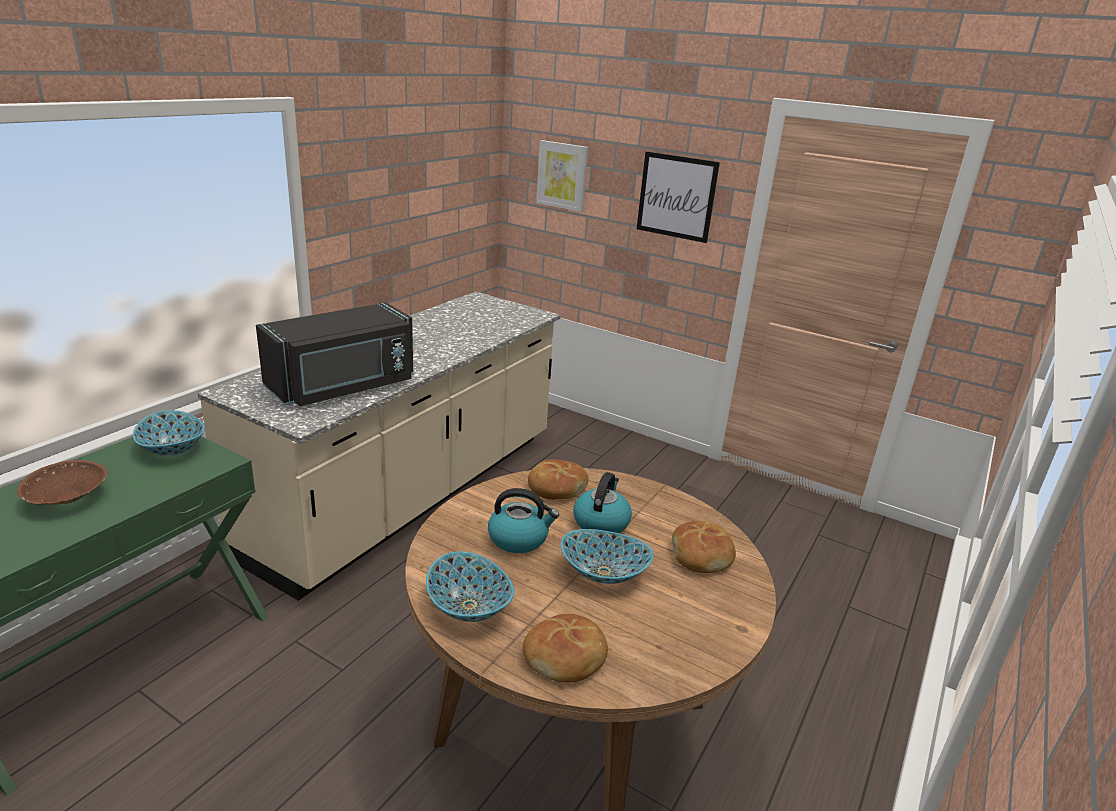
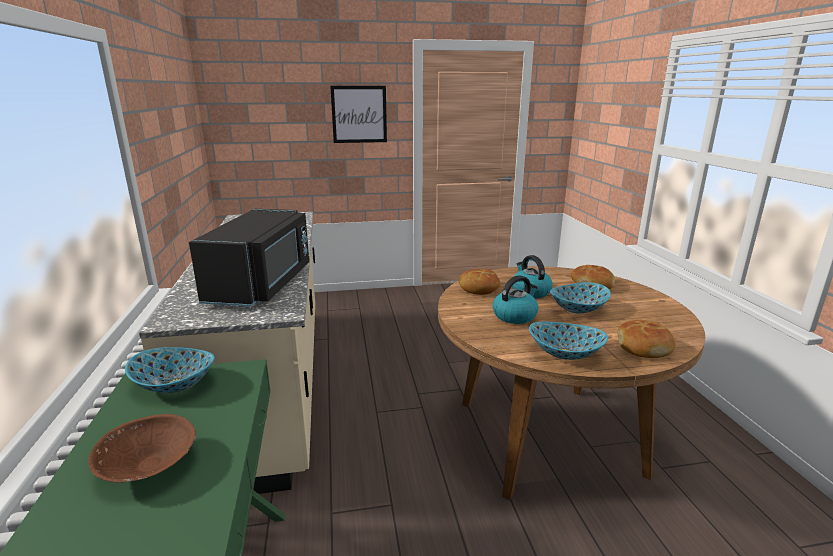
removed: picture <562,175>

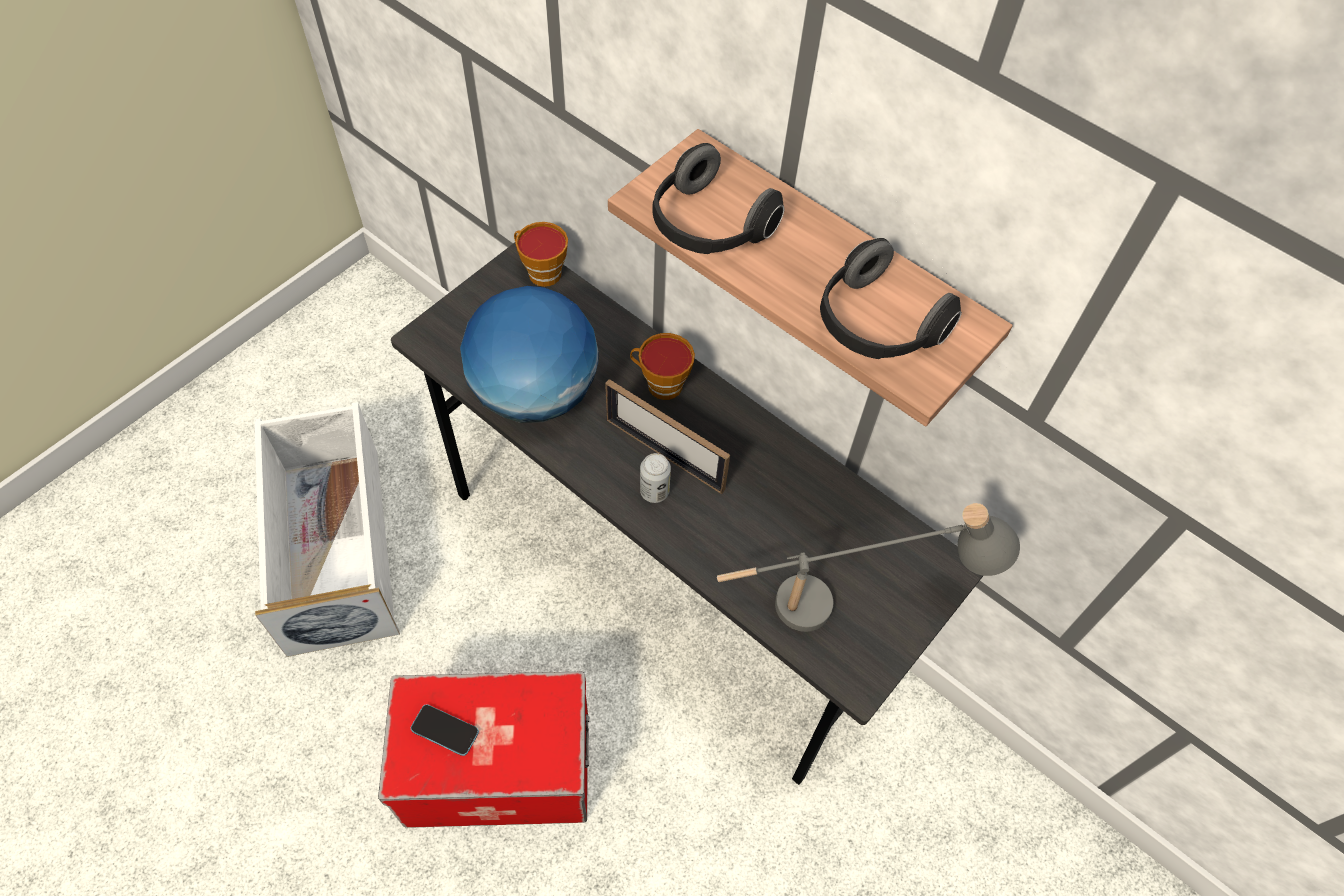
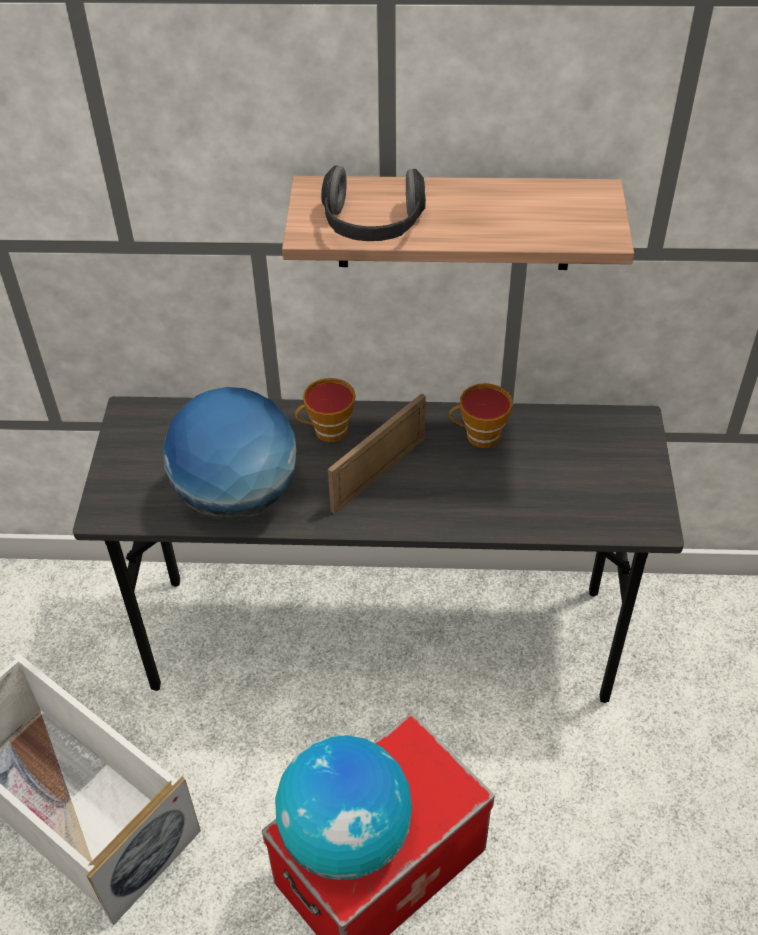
removed: can <654,491>; greyish lamp for a table <846,604>; headphones <875,325>
moved: drinking cup <541,272> to <478,436>
replaced: phone <445,730> to desk globe <346,835>
turned: photo frame <664,454> = <378,474> 135 degrees clockwise

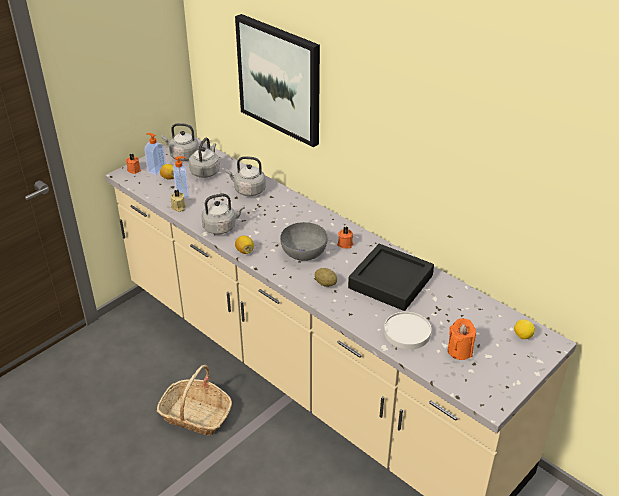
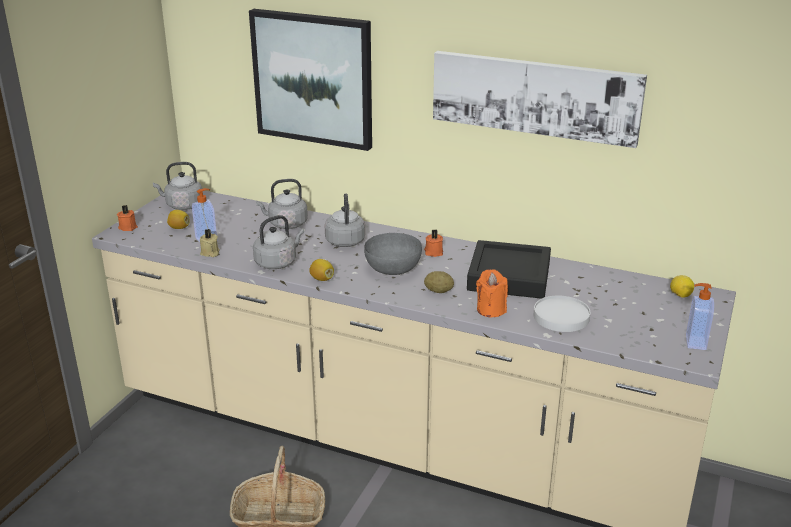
added: picture <535,96>
moved: liquid soap bottle <156,170> to <694,342>; greyish tea kettle <206,171> to <345,240>; orangey candle <460,351> to <491,310>

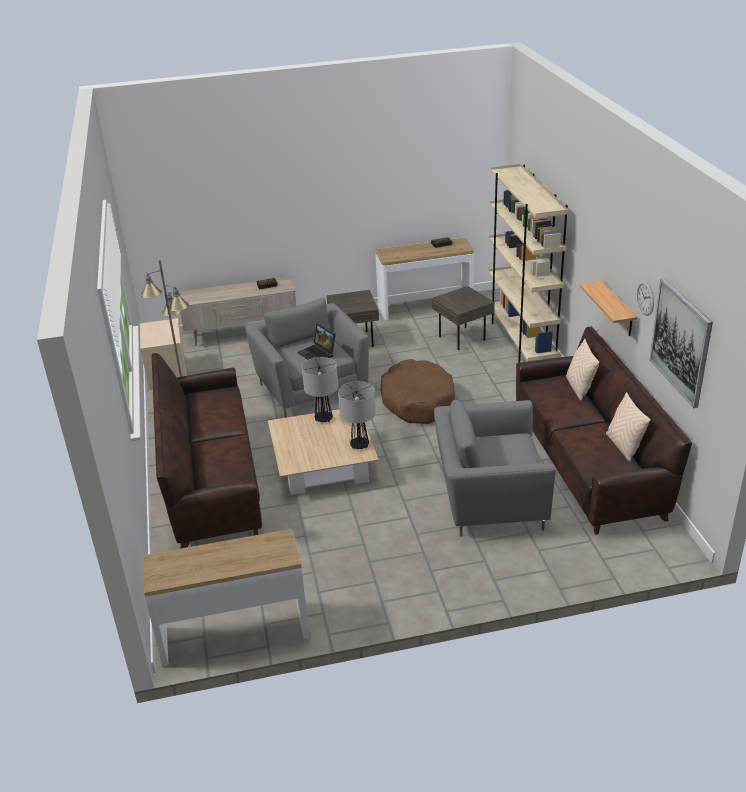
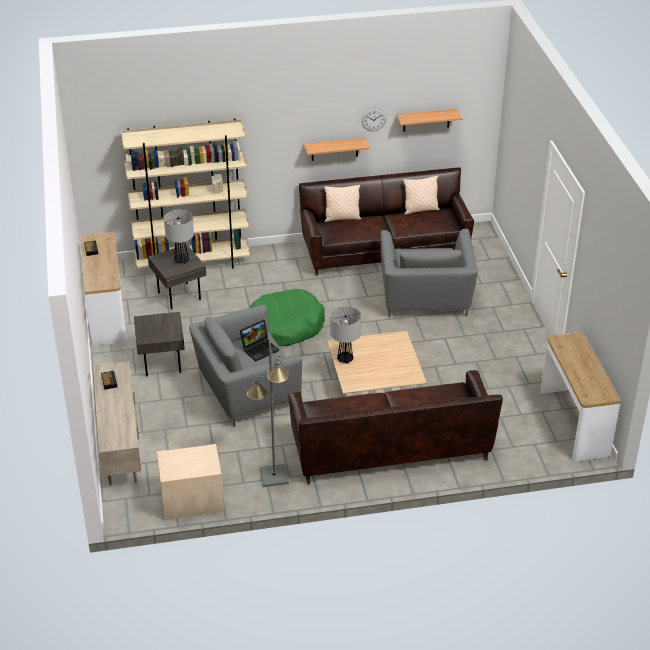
moved: lamp for a table <360,445> to <181,260>
replaced: picture <681,342> to shelf <426,120>
recoloured: brown-coloured pet bed <418,401> to green pet bed <284,327>

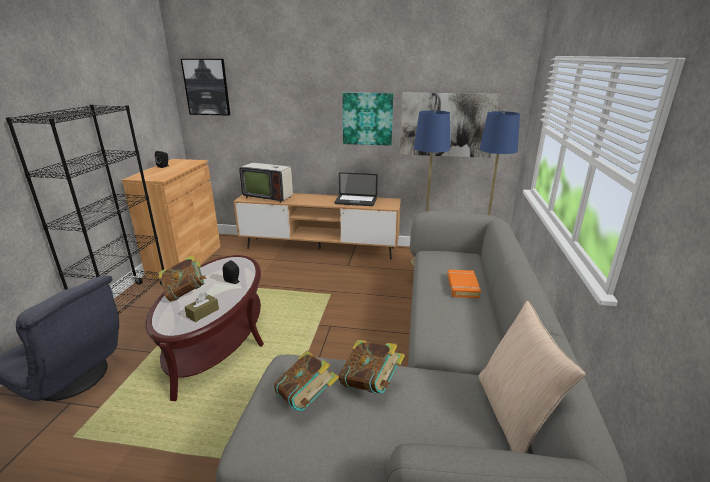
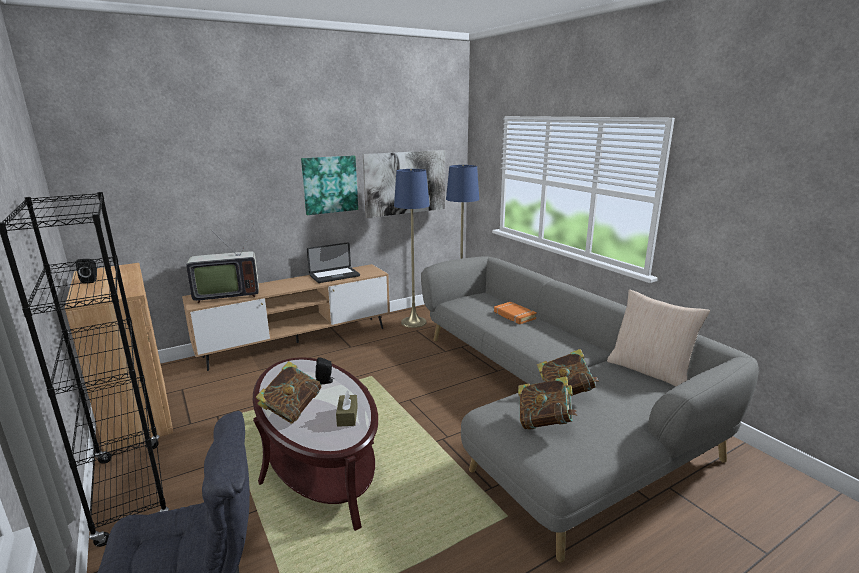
removed: picture <207,87>

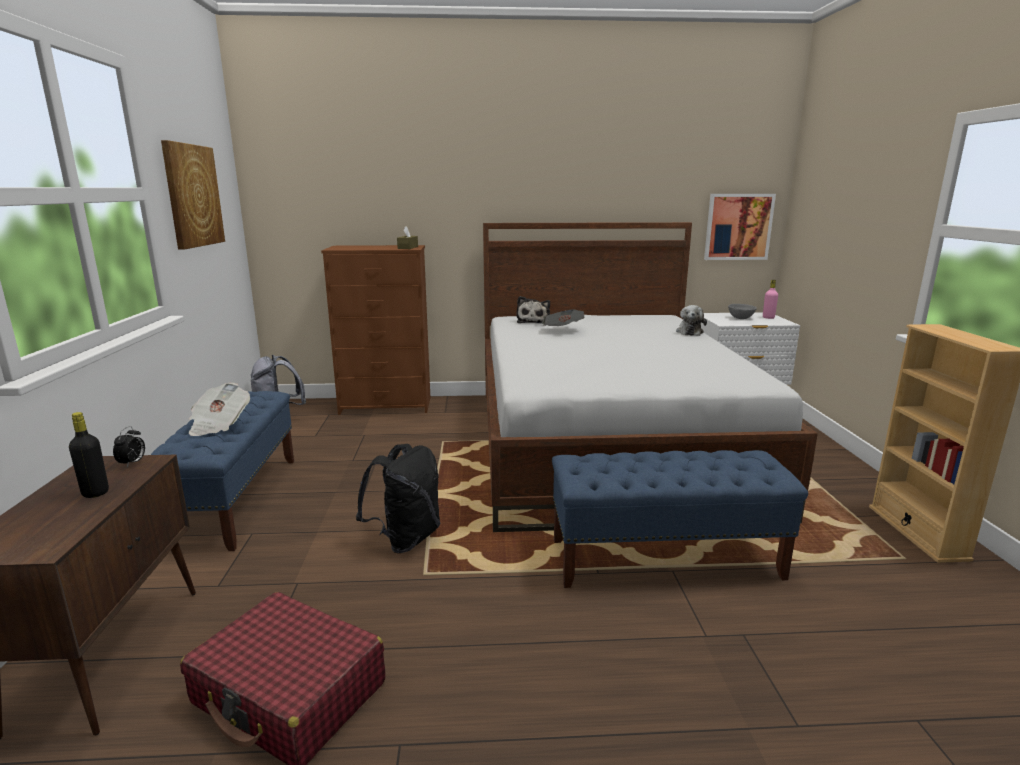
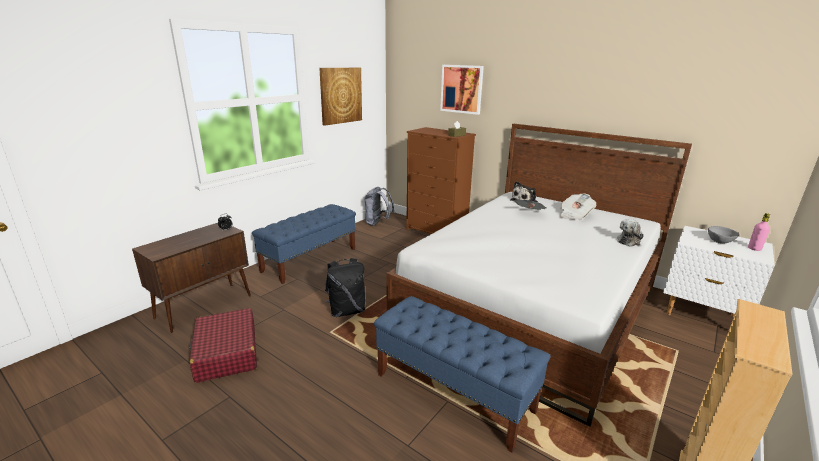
removed: black-coloured beverage bottle <95,493>
moved: daily paper <219,425> to <574,215>; picture <738,227> to <461,89>

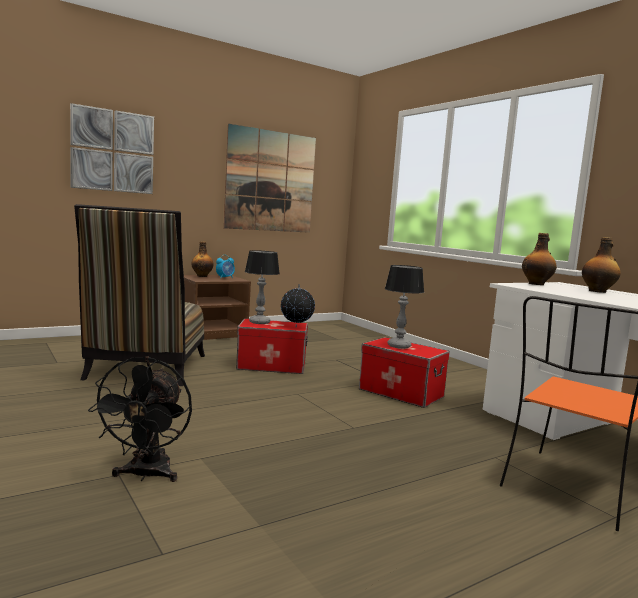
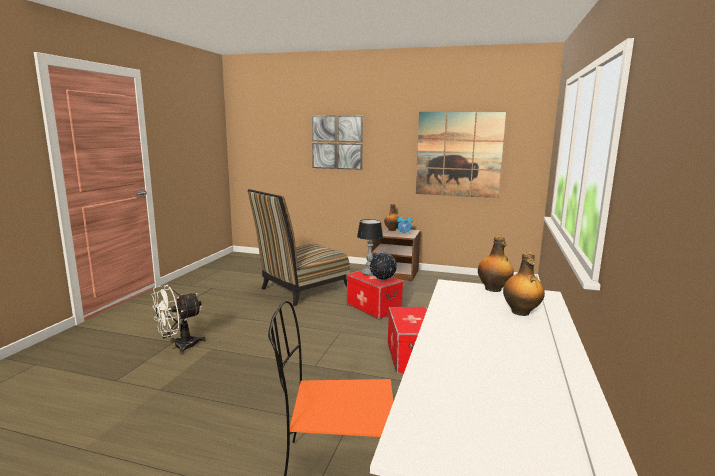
removed: lamp for a table <398,346>
recoloured: black-coloured cooling fan <146,475> to whitish cooling fan <179,347>

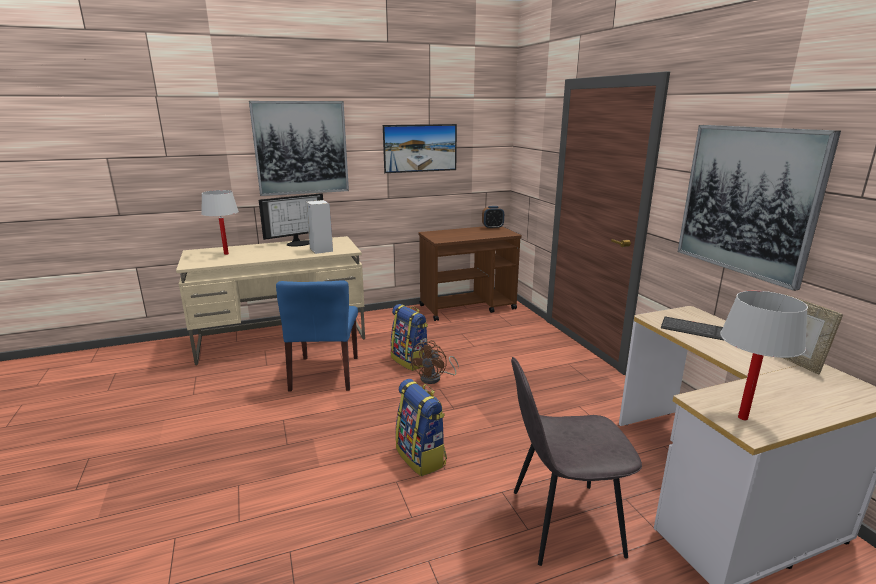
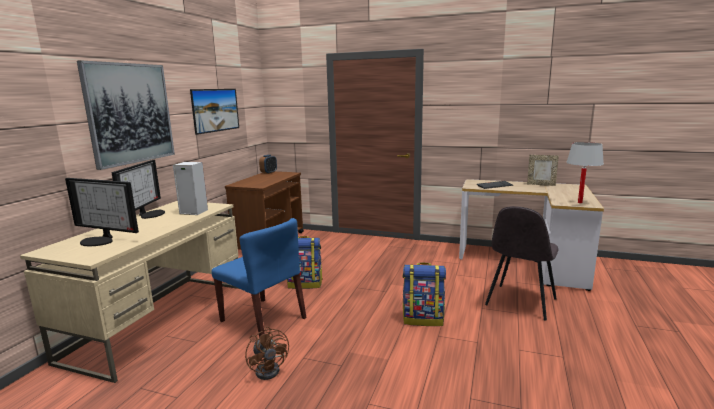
removed: picture <748,201>
moved: brown-coloured cooling fan <435,378> to <270,369>
replaced: whitish lamp for a table <226,254> to computer display <100,240>

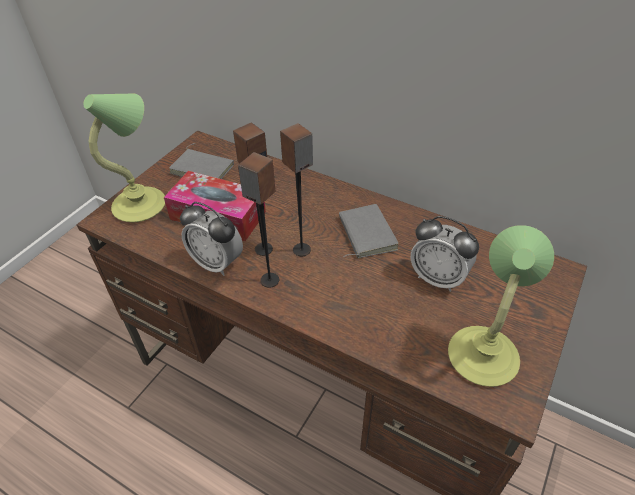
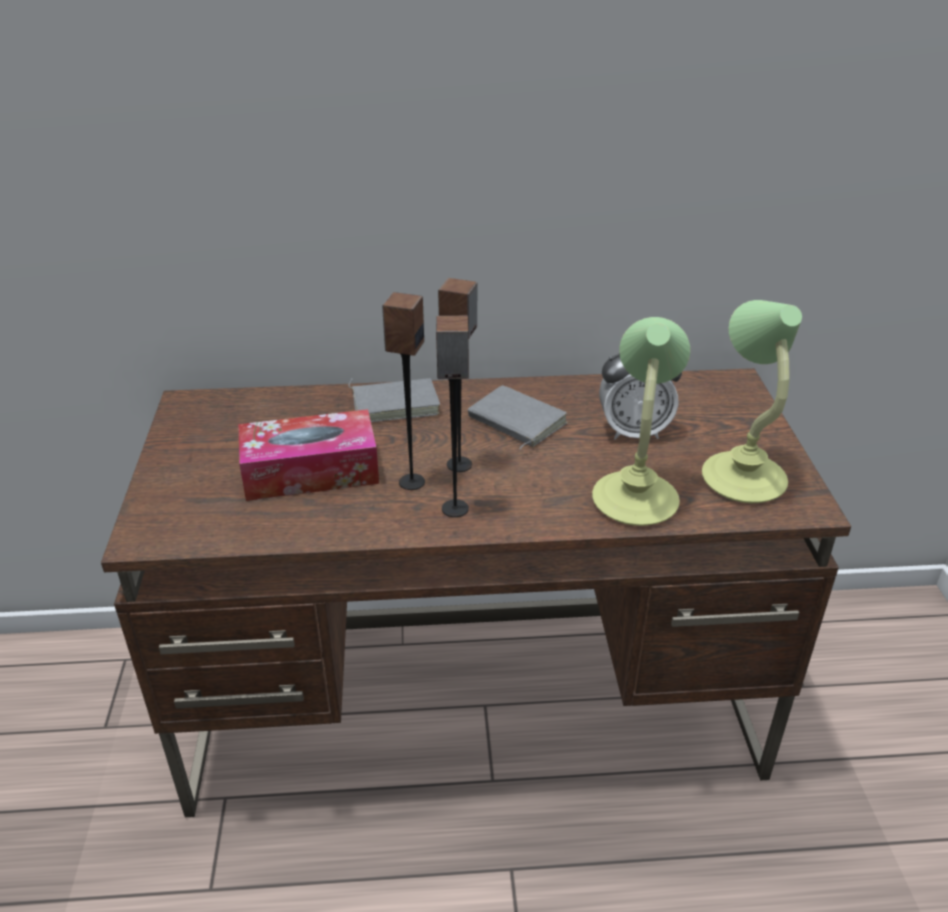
removed: bedside clock <217,263>
moved: lamp for a table <142,205> to <636,498>; greyish bound book <203,168> to <395,403>

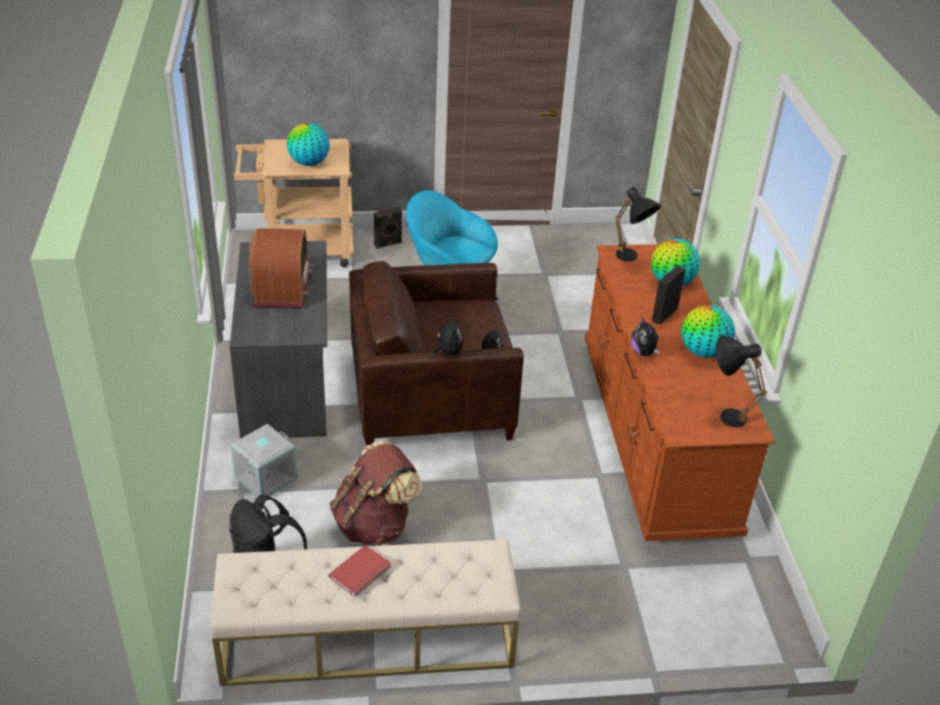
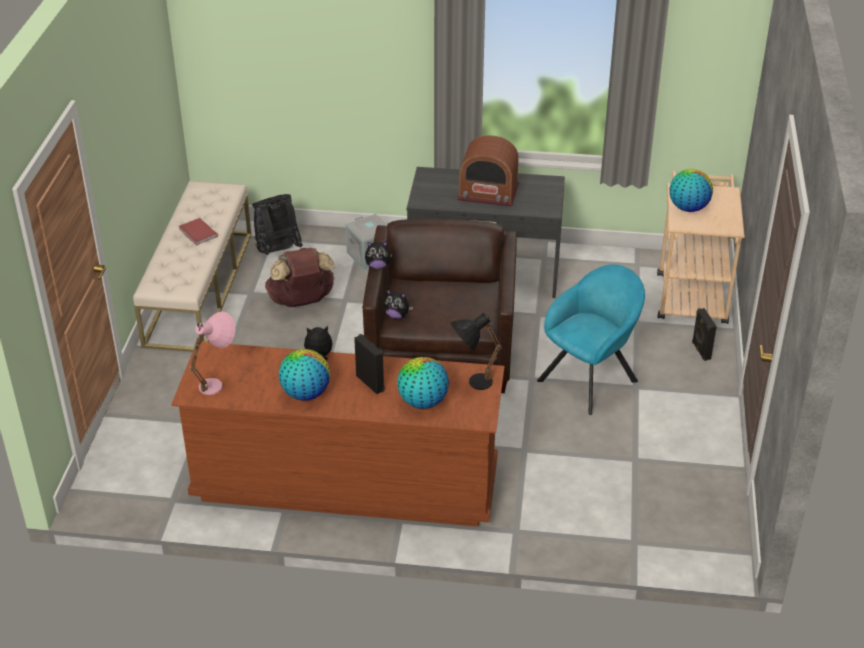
recoloured: black-coloured lamp for a table <724,413> to pinkish lamp for a table <218,383>

